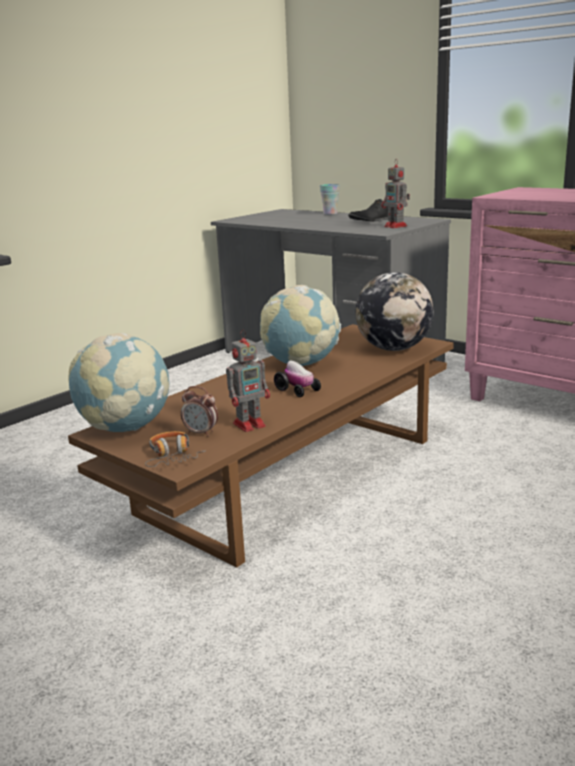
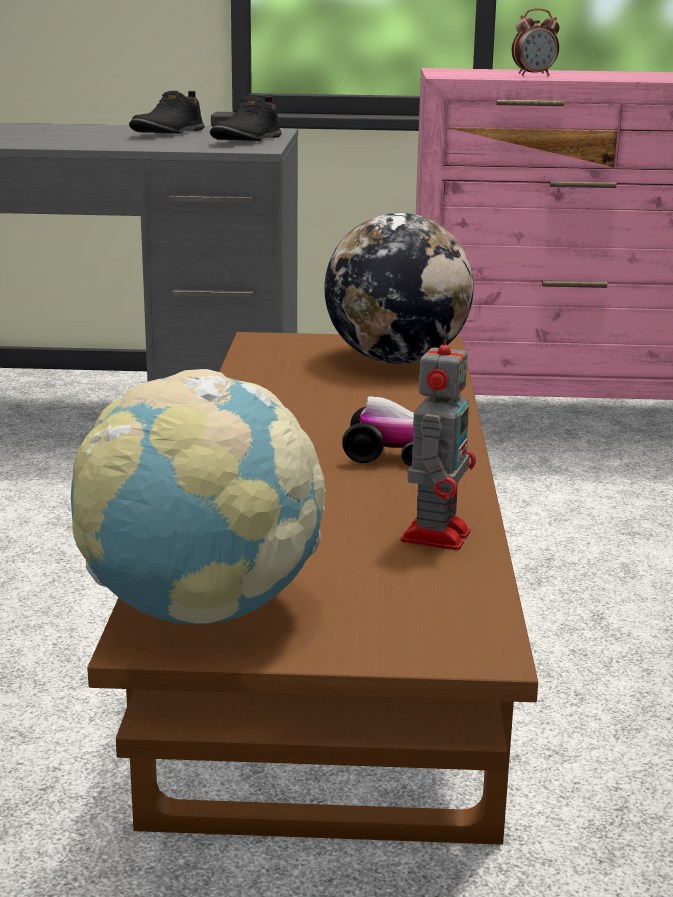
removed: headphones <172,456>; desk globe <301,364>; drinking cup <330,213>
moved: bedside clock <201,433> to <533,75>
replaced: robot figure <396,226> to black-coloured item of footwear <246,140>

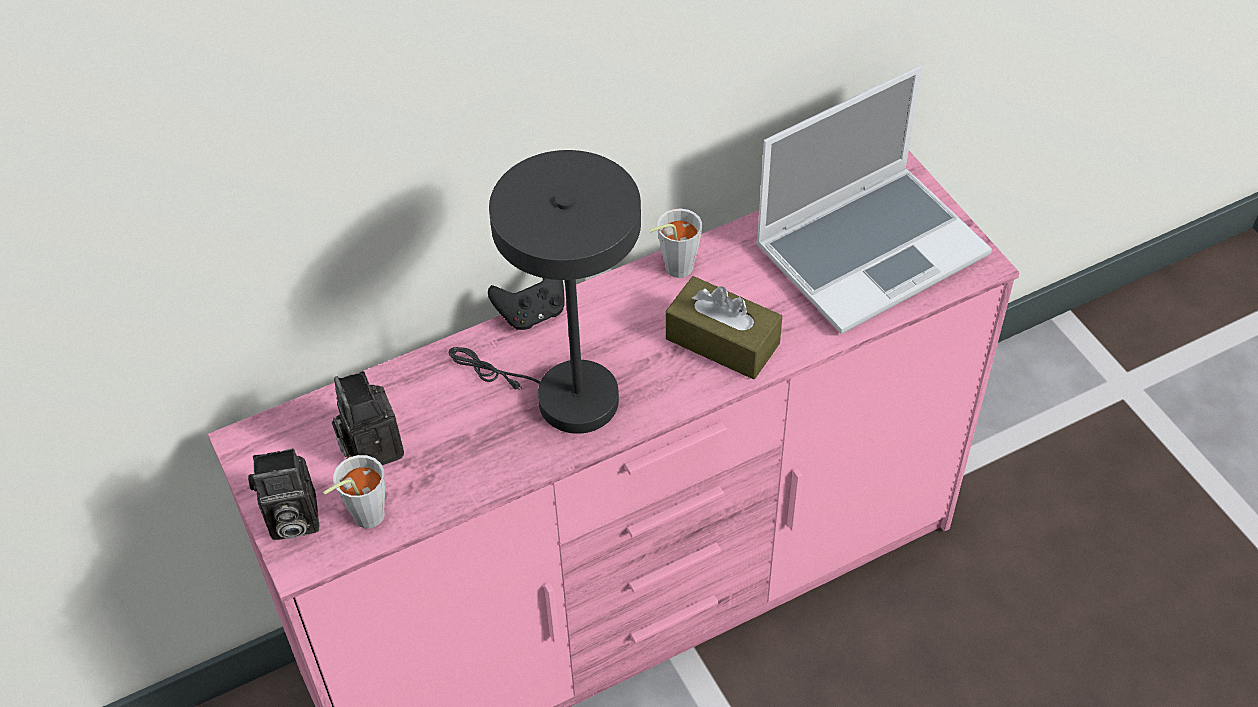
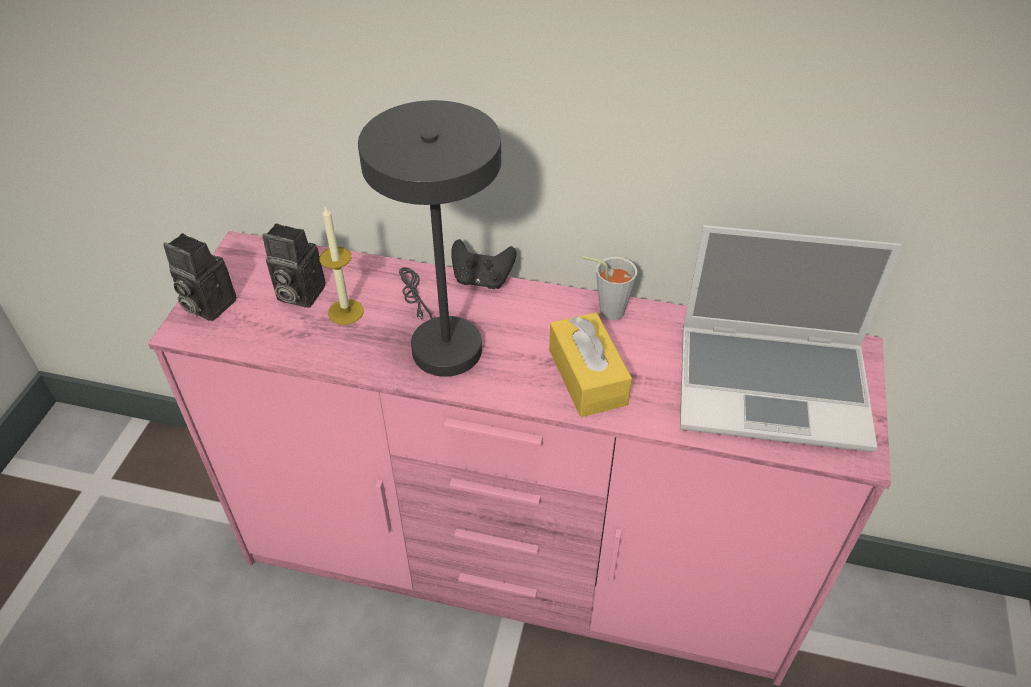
removed: greyish drinking cup <362,519>
added: candle <346,312>
recoloured: brown-coloured box of tissues <722,341> to yellow-coloured box of tissues <587,377>
turned: photo camera <370,446> = <297,294> 90 degrees counterclockwise

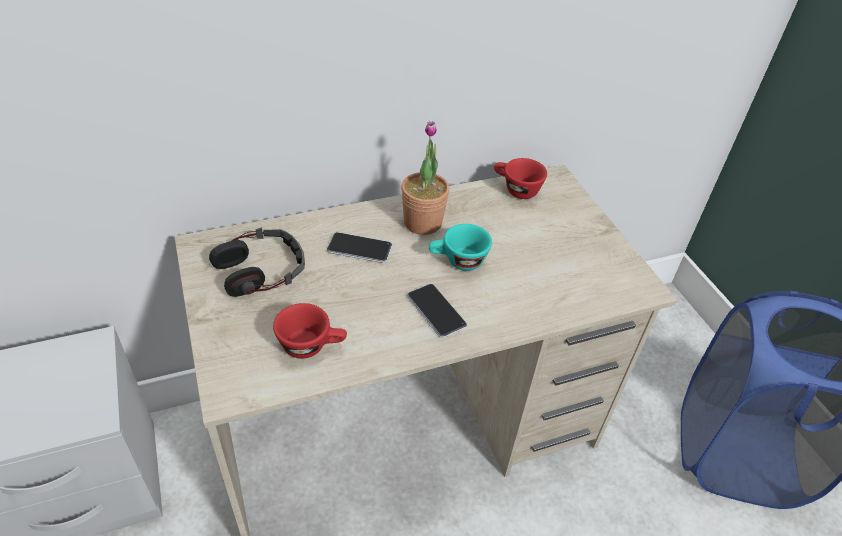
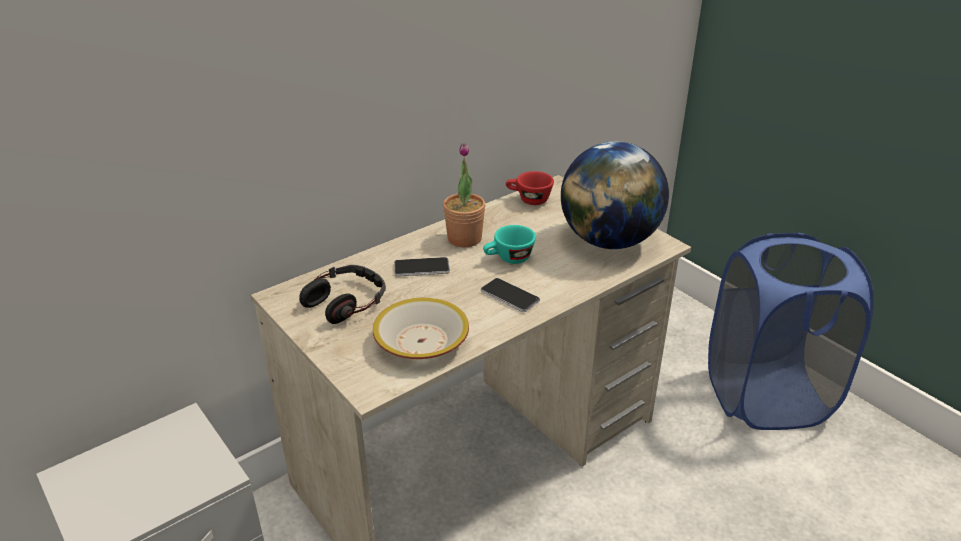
added: desk globe <609,241>
replaced: red drinking cup <312,345> to bowl <421,342>

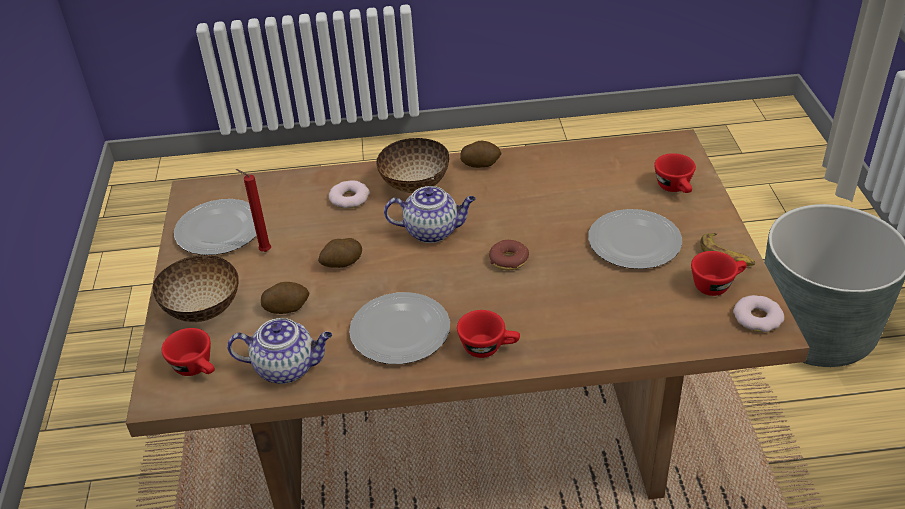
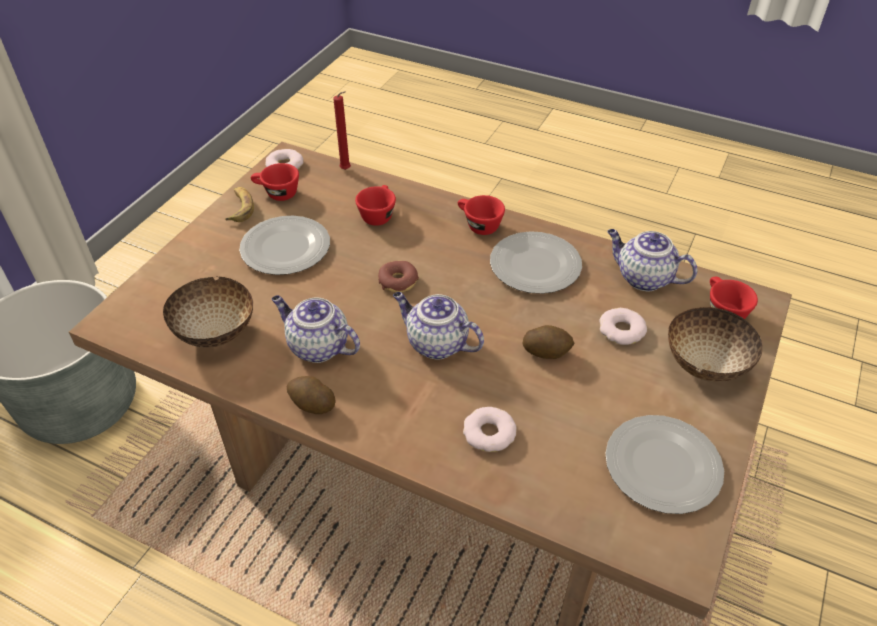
added: teapot <317,347>
moved: red candle <263,251> to <346,170>; bowl <414,185> to <217,334>; red drinking cup <676,188> to <378,214>
replaced: whole potato <287,307> to ring doughnut <621,330>

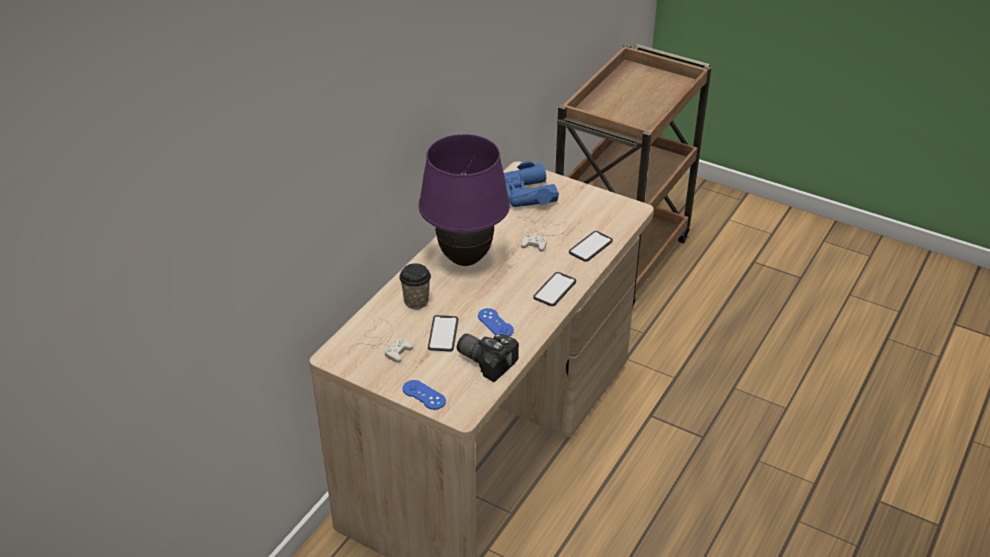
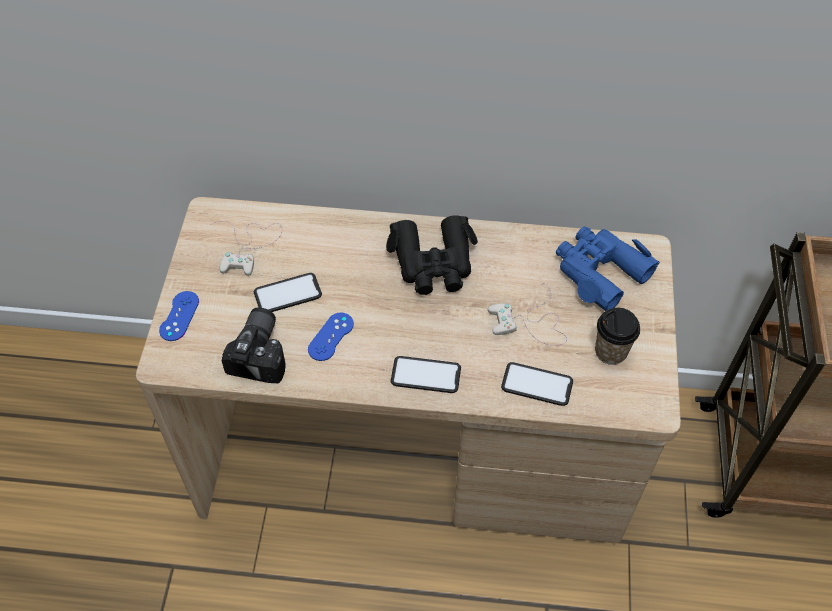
moved: drinking cup <416,301> to <611,351>
replaced: purple-coloured lamp for a table <466,259> to black-coloured field glasses <433,263>

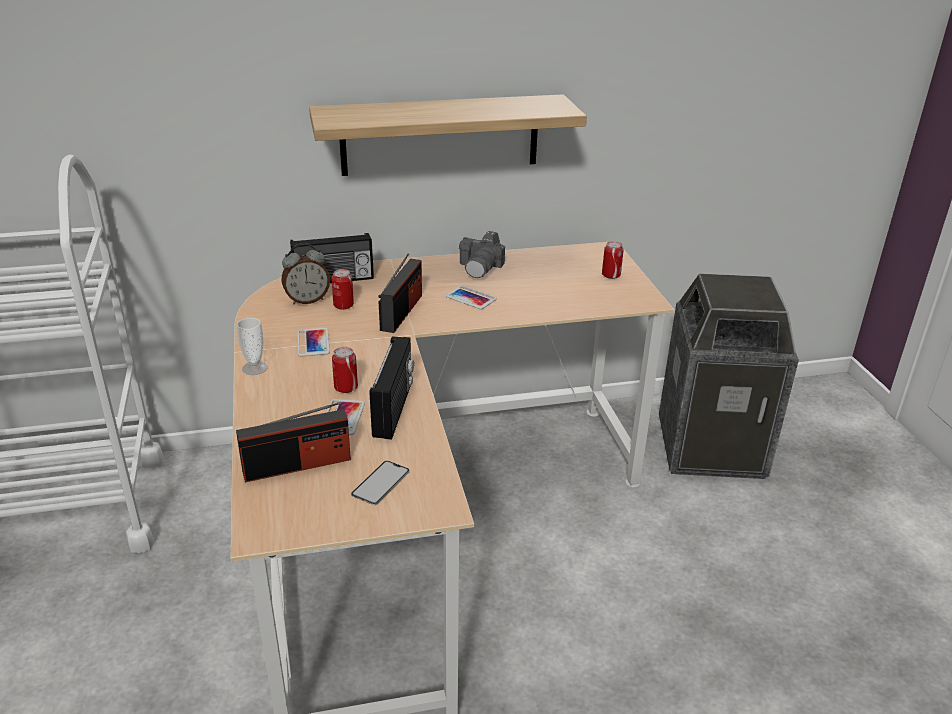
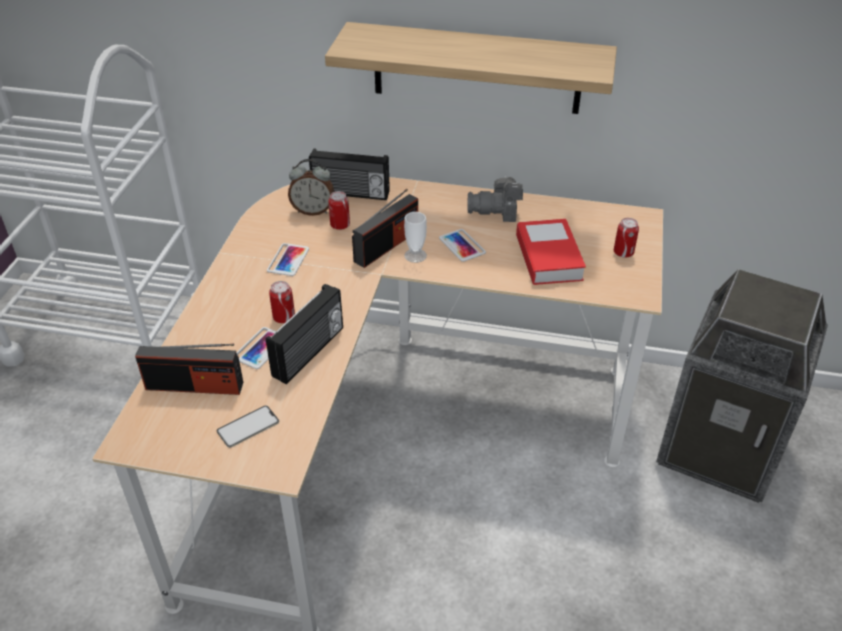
added: bound book <548,257>
moved: drinking cup <254,368> to <415,255>
turned: photo camera <481,267> = <497,210> 45 degrees clockwise

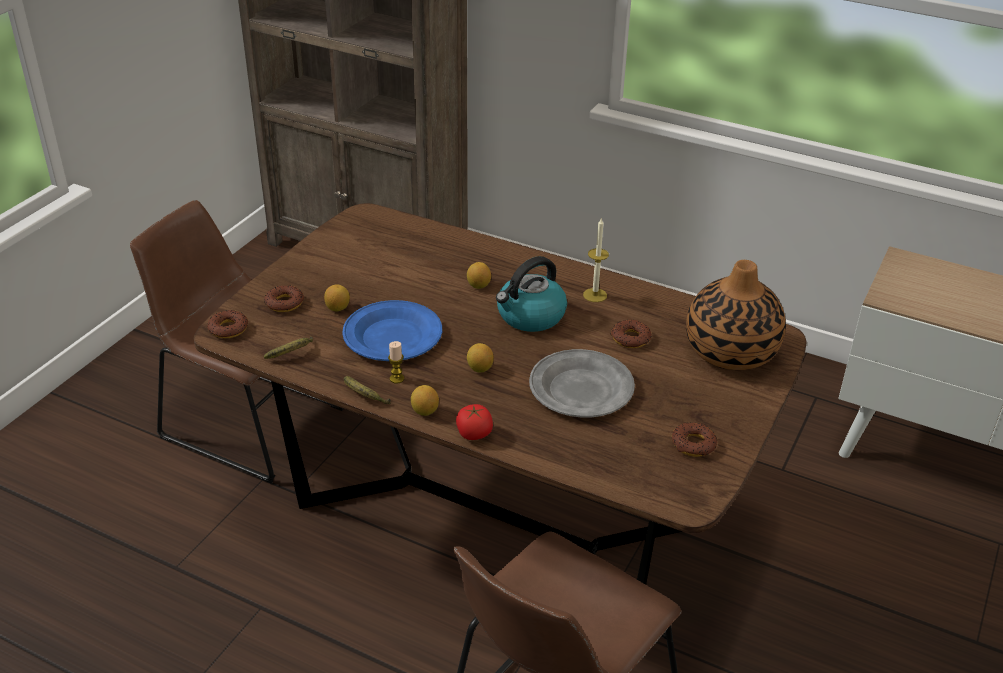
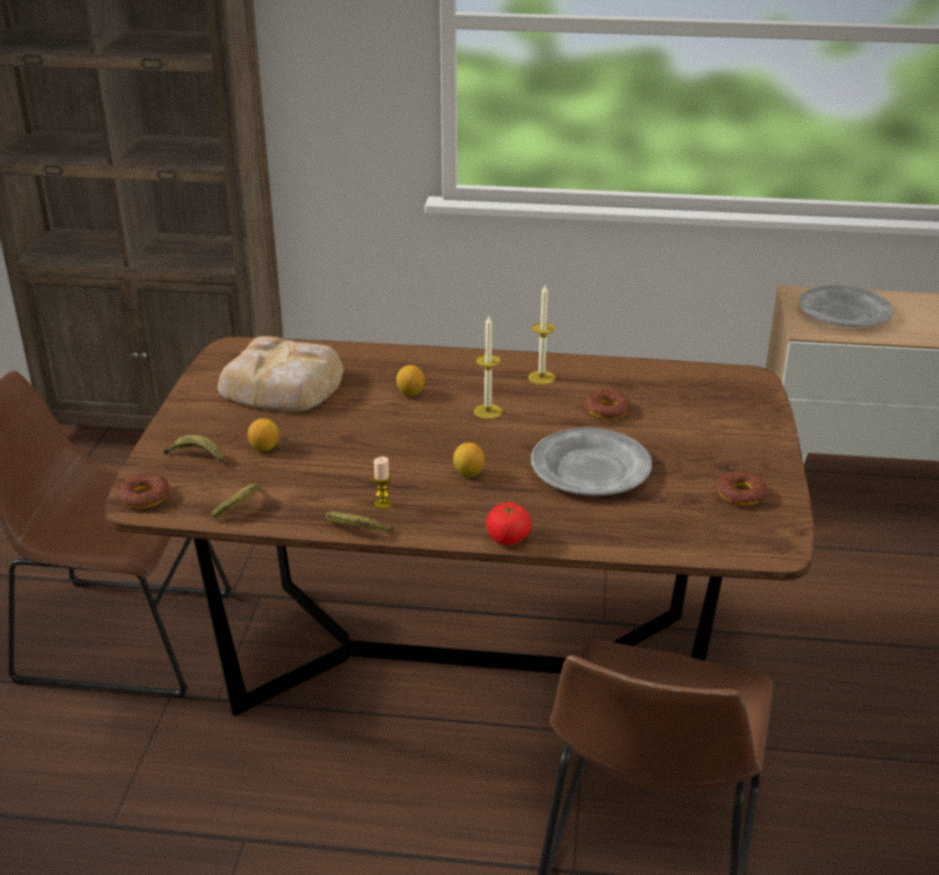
removed: blue-coloured flat dish <392,336>; citrus fruit <424,411>; flower vase <730,351>
added: bread <284,385>; greyish flat dish <844,312>
replaced: ring doughnut <284,303> to whole banana <196,456>; tea kettle <530,316> to candle <487,411>

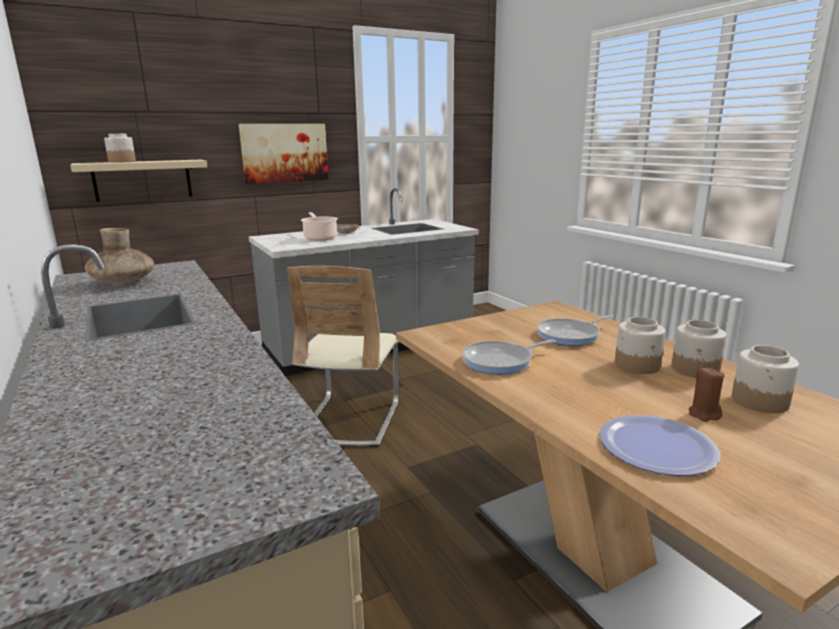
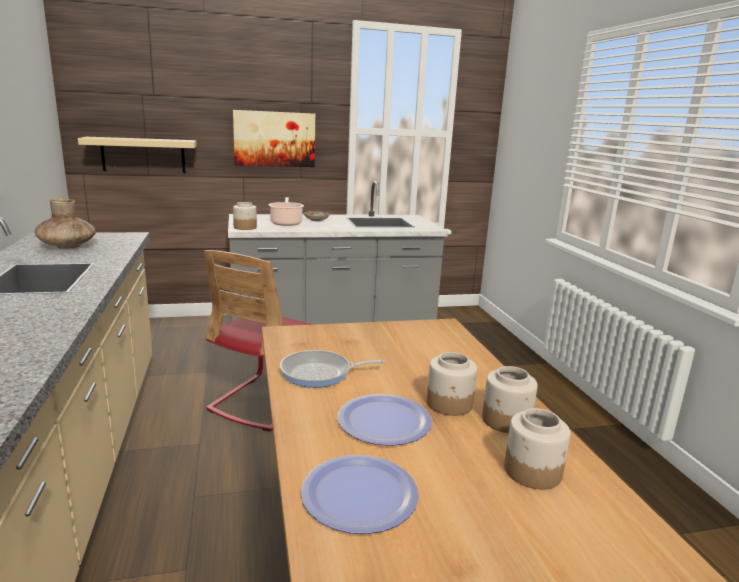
removed: pan <571,335>; brown-coloured candle <704,414>
added: flat dish <384,421>
moved: storage jar <122,162> to <244,227>
recoloured: sand-coloured plain chair <351,420> to red plain chair <264,401>

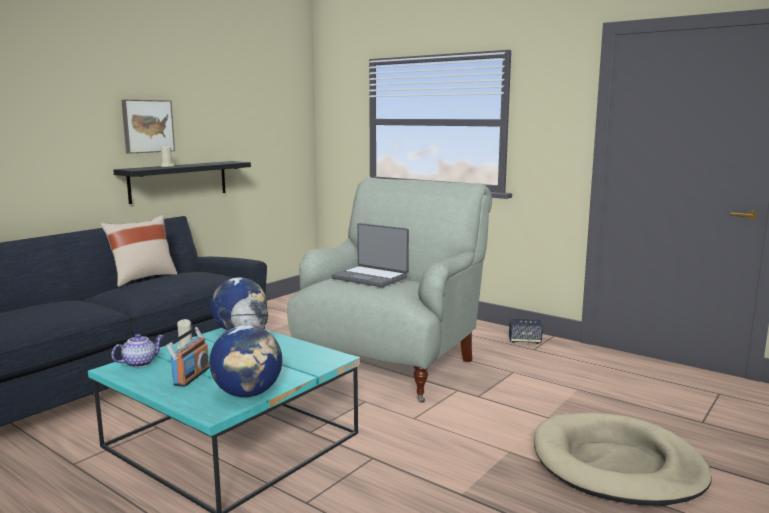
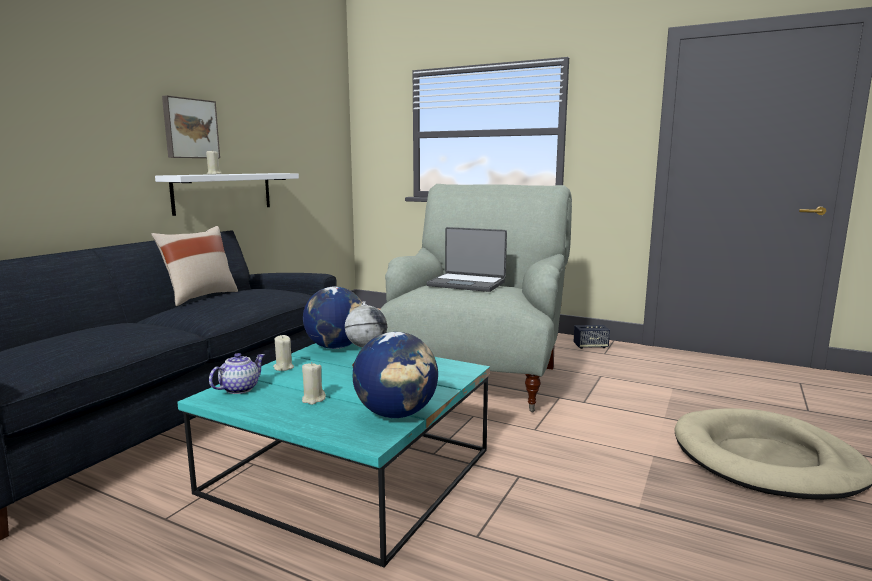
replaced: radio receiver <191,376> to sand-coloured candle <313,399>
recoloured: black-coloured shelf <178,181> to whitish shelf <223,192>

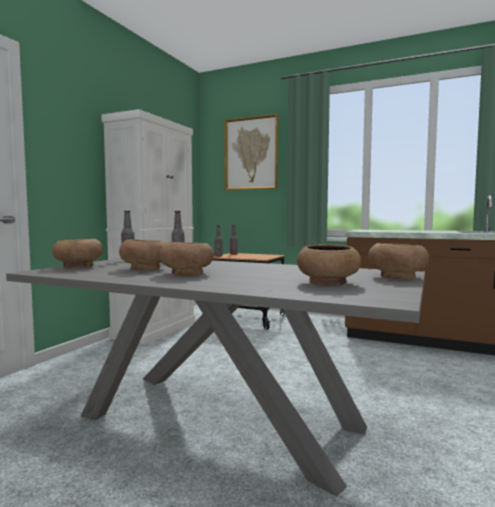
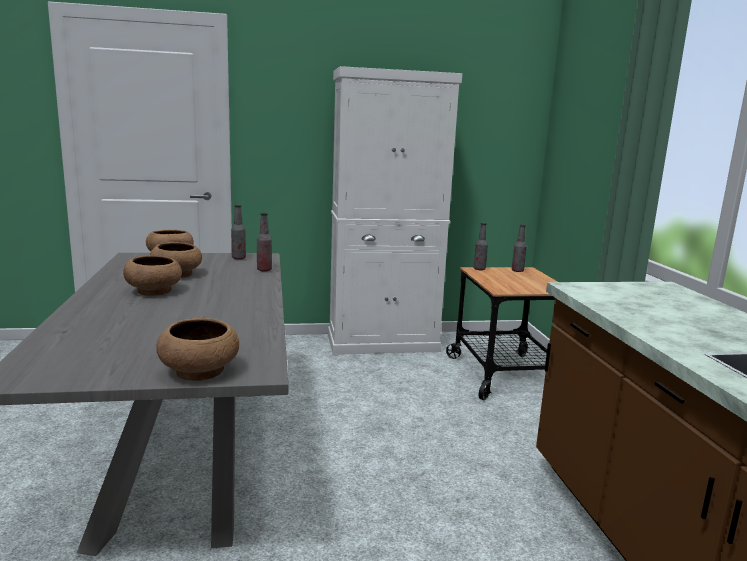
removed: picture <251,153>; brown-coloured bowl <328,283>

